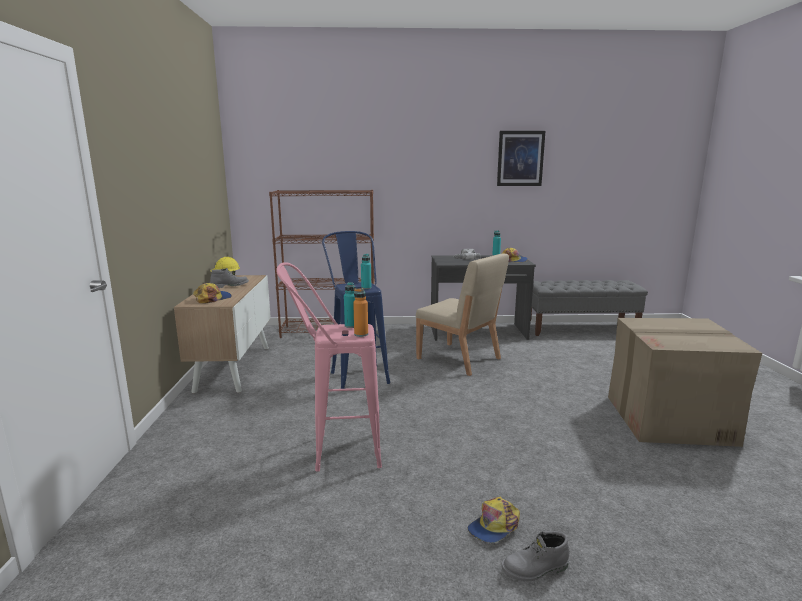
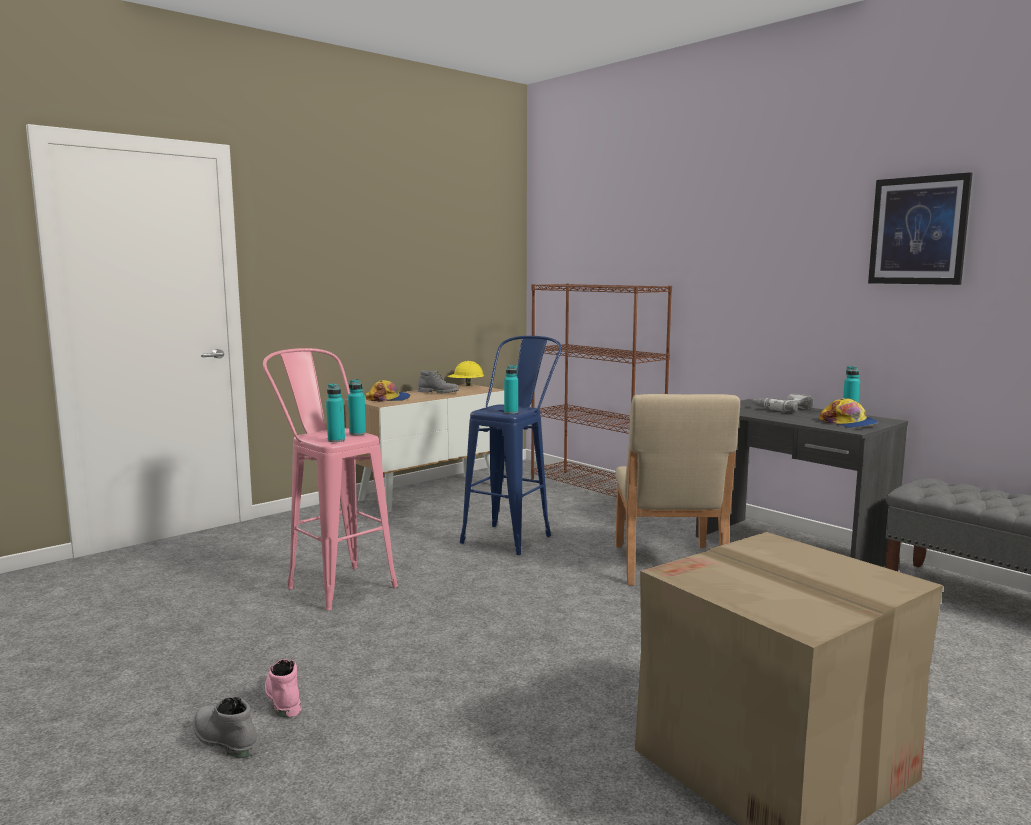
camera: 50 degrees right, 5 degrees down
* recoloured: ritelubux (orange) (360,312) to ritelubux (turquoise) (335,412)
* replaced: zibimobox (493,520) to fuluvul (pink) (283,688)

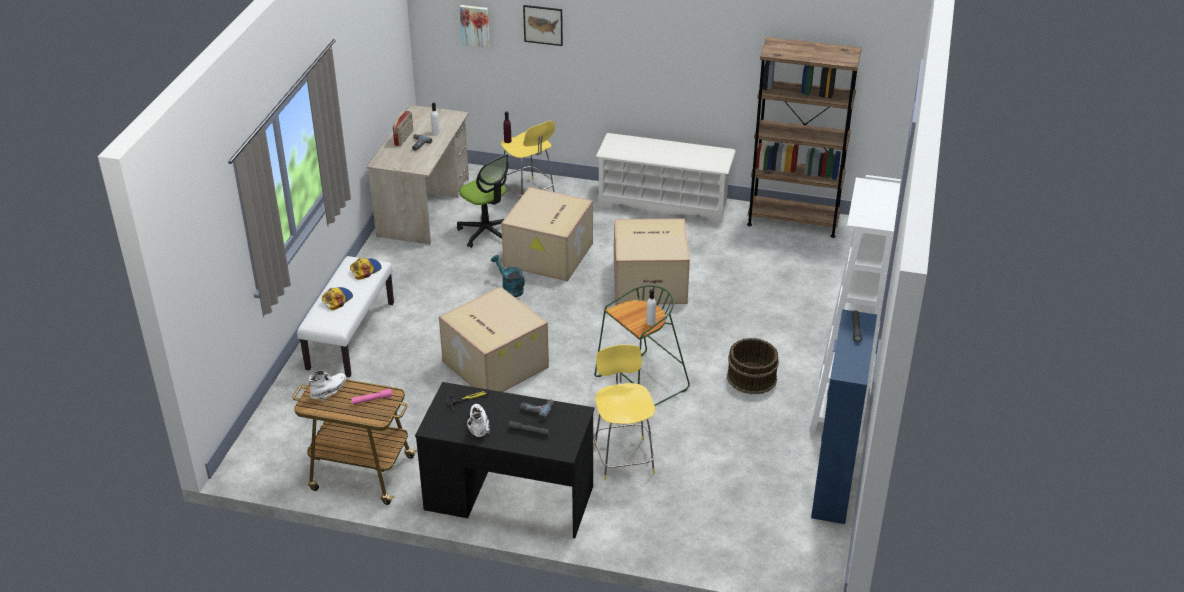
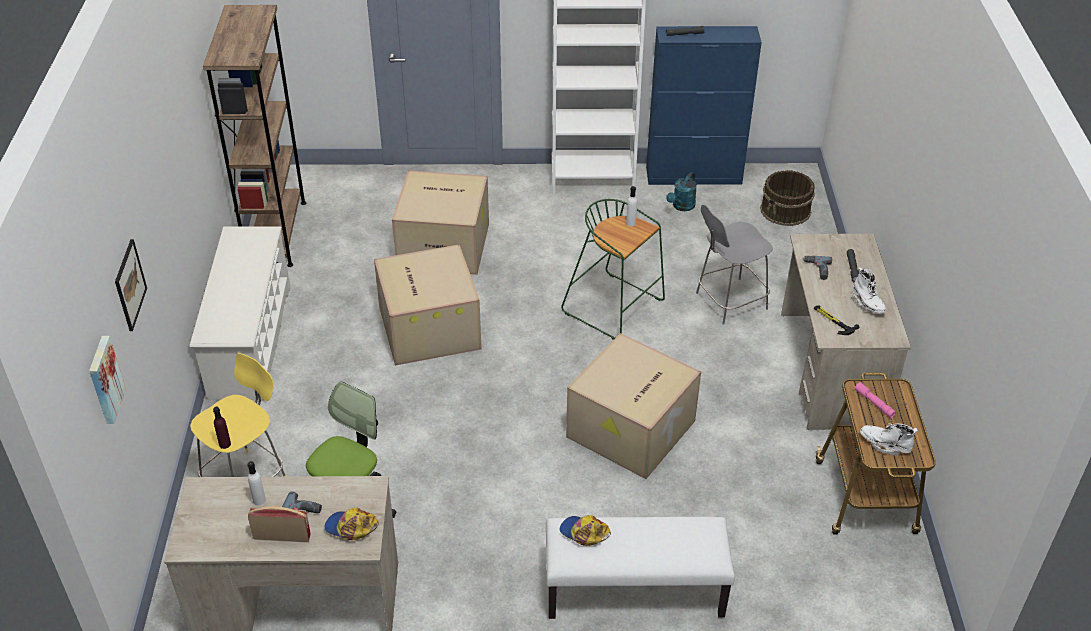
camera: 105 degrees left, 5 degrees up
* moved: zibimobox (337,298) to (351,524)
* recoloured: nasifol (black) (504,460) to nasifol (beige) (846,332)
* turned: fuluvul (white) (478,420) = (869,290) 90 degrees counterclockwise
* moved: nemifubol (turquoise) (508,276) to (681,191)
* moved: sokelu (547,234) to (440,222)
* recoloured: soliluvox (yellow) (624,412) to soliluvox (grey) (734,265)
* moved: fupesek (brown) (753,366) to (787,198)

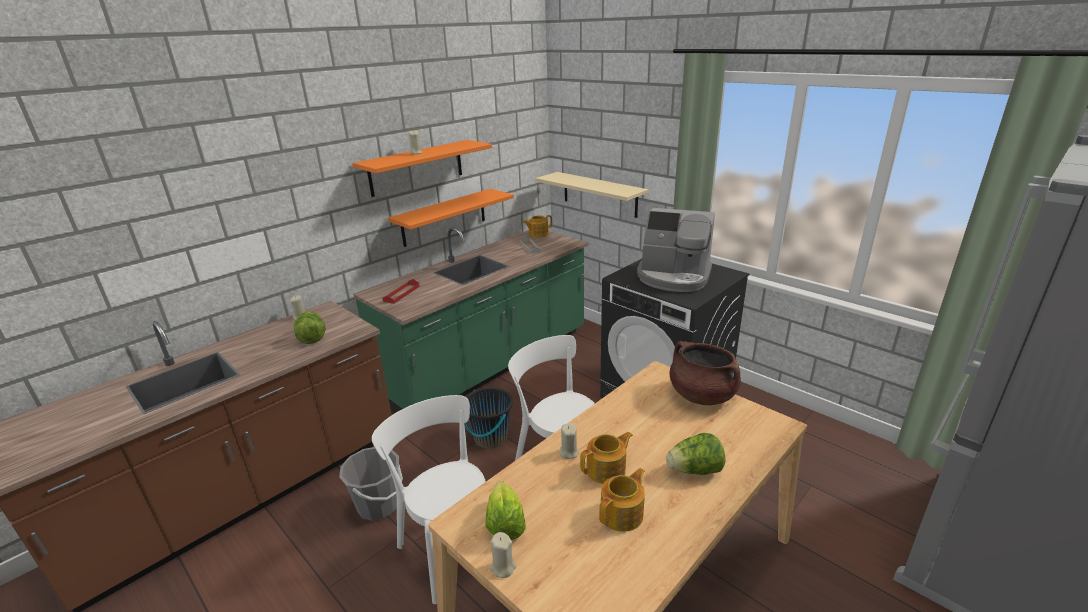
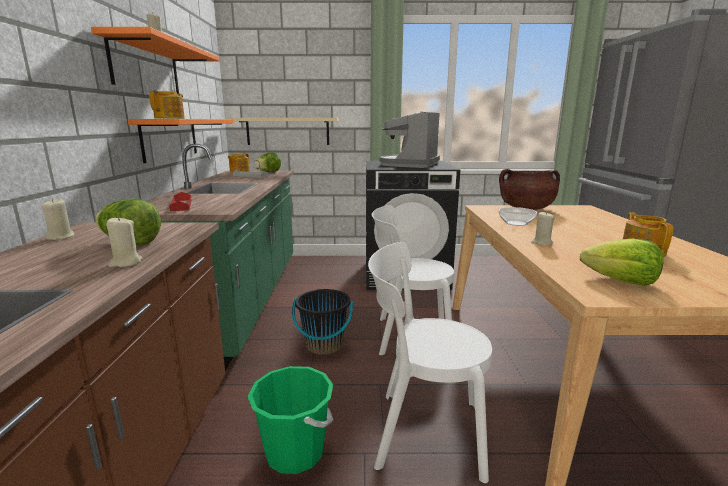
camera: 45 degrees left, 10 degrees down
* recoloured: fupesek (grey) (371,484) to fupesek (green) (290,420)
* moved: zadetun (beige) (503,555) to (124,241)
* moved: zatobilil (606,458) to (167,105)
* turned: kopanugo (676,250) = (410,140) 135 degrees clockwise
* moved: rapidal (696,454) to (267,162)
* added: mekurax (518,216)

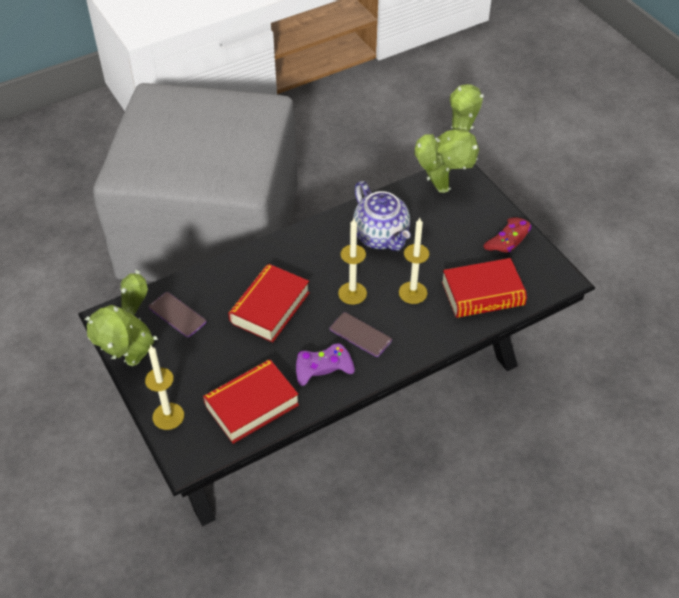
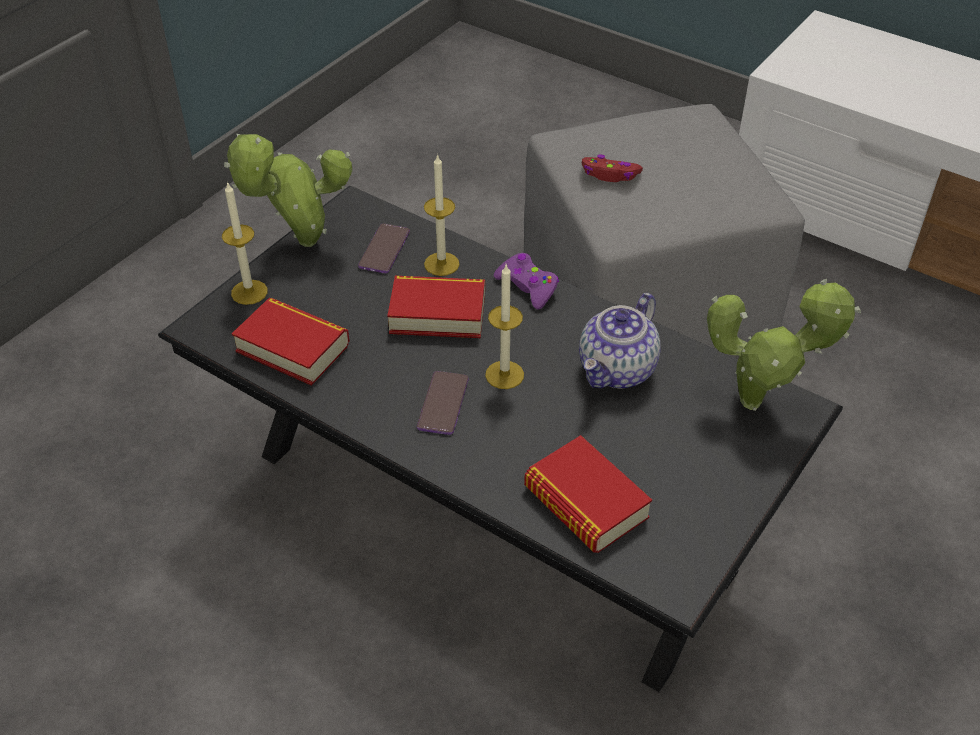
camera: 65 degrees right, 5 degrees down
* moved: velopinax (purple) (325,364) to (526,281)
* moved: zadetun (414,261) to (441,215)
* moved: velopinax (red) (507,235) to (612,168)

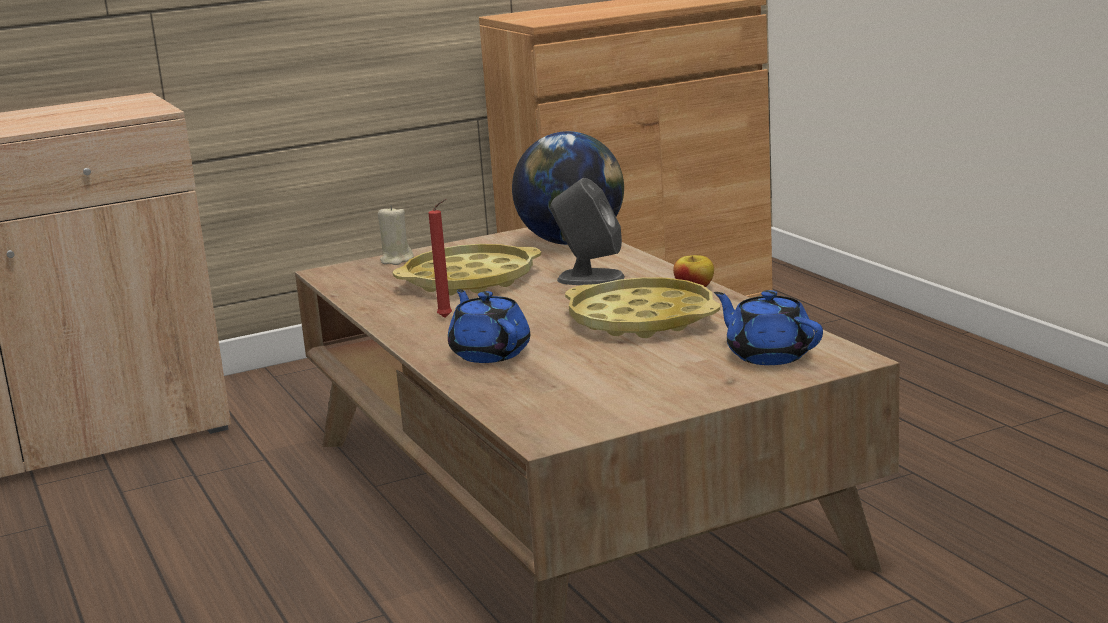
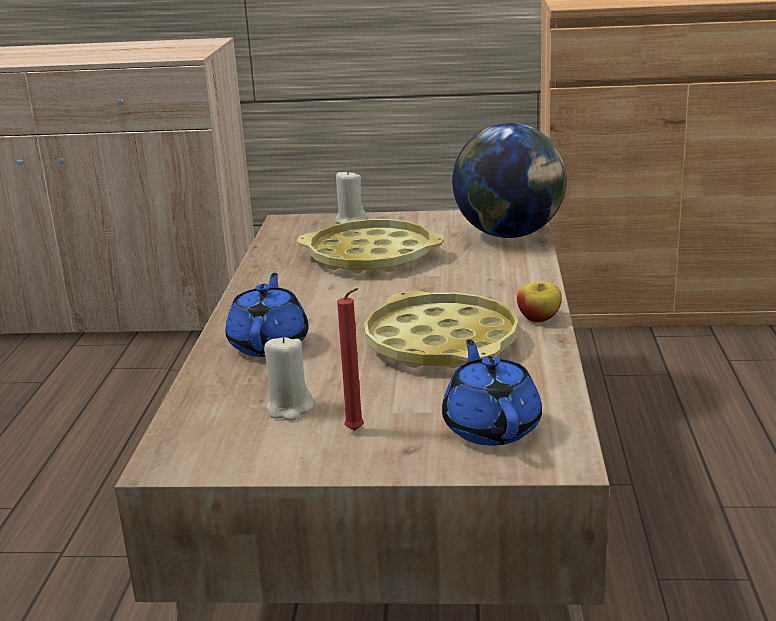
camera: 30 degrees right, 5 degrees up
* moved: zadetun (red) (440,258) to (350,359)
* removed: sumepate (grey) (587,231)
* added: zadetun (beige) (289,378)

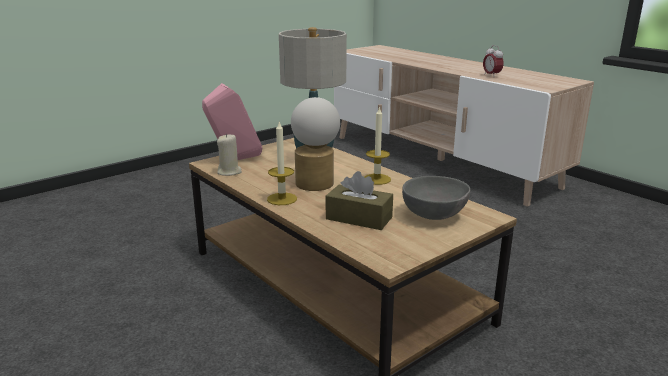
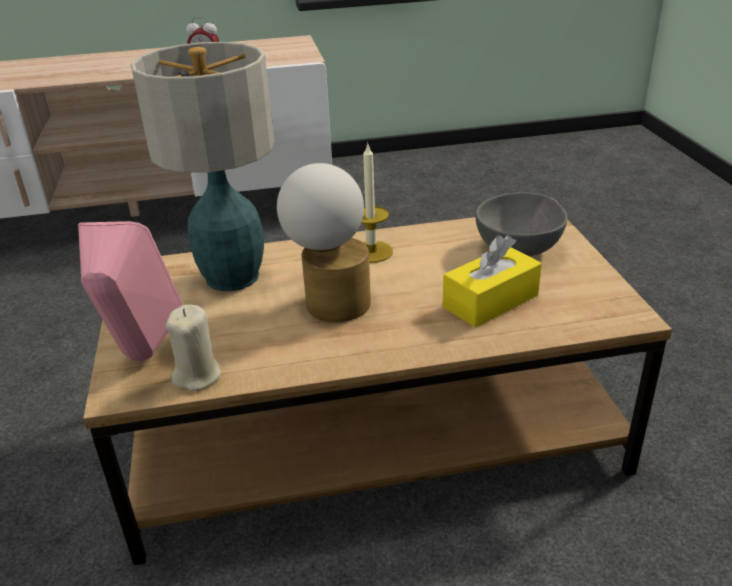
camera: 60 degrees left, 10 degrees up
* removed: zadetun (282,163)
* recoloured: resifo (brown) (359,200) to resifo (yellow) (492,281)

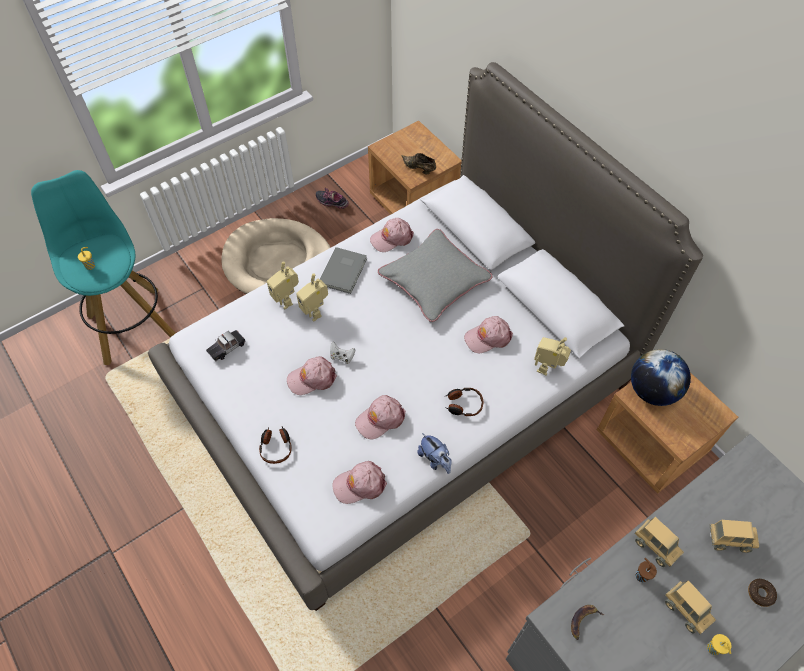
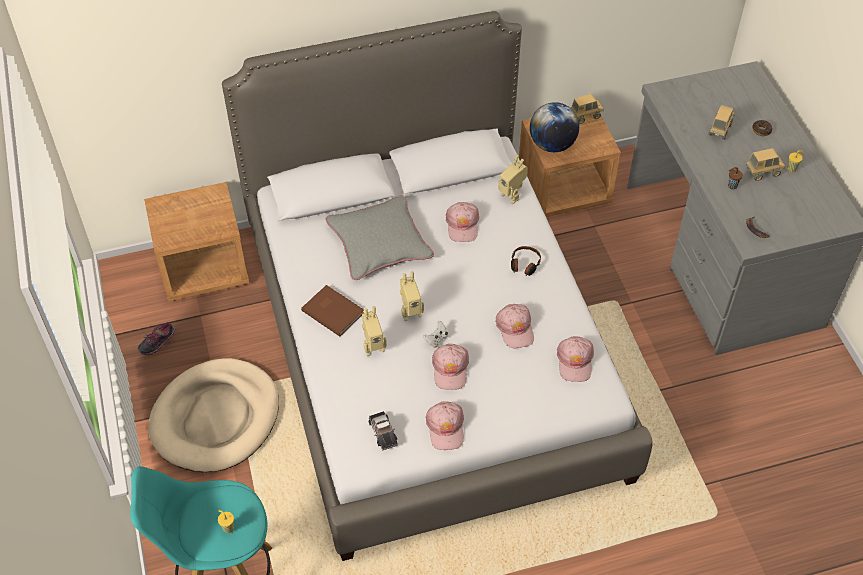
camera: 70 degrees left, 5 degrees down
* removed: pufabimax (275,445)
* moved: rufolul (283,285) to (412,296)
* recoloured: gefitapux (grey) (343,270) to gefitapux (brown) (332,311)
* moved: zibimobox (pink) (392,235) to (444,425)
* removed: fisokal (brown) (418,163)
* removed: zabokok (434,453)
* moved: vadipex (659,542) to (586,109)

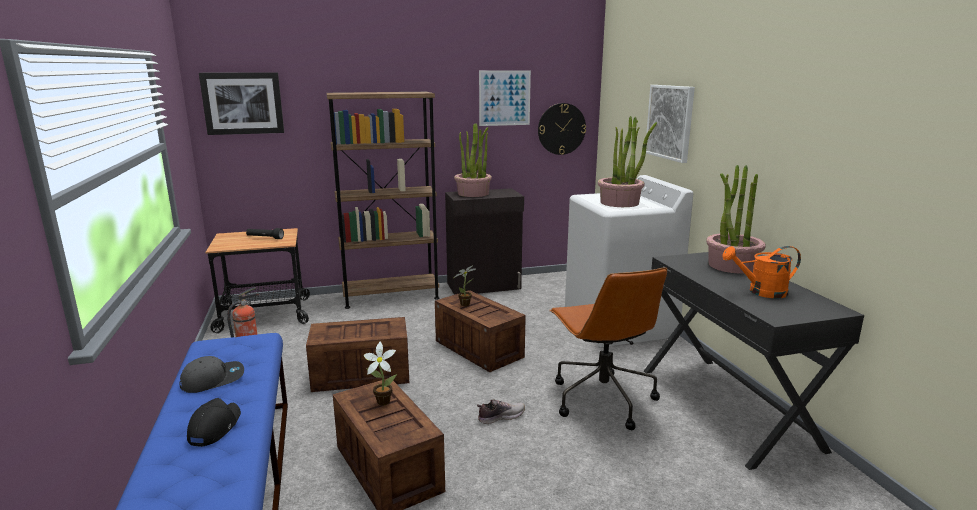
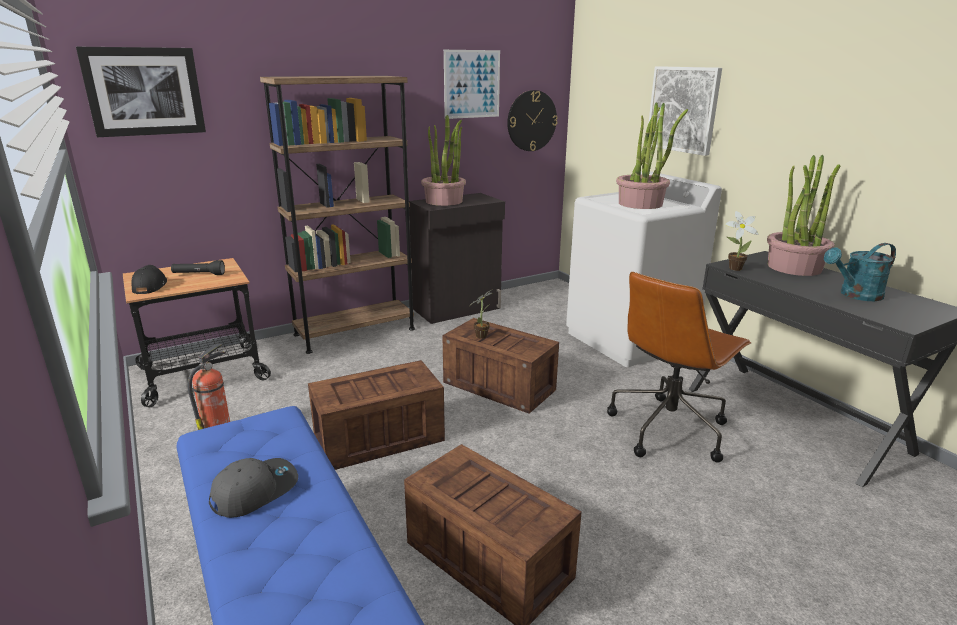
camera: 15 degrees left, 5 degrees up
* moved: zibimobox (black) (214,422) to (149,279)
* moved: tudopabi (380,373) to (742,241)
* removed: fisokal (501,411)
* turned: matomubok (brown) (608,348) = (679,367) 75 degrees clockwise
* recoloured: nemifubol (orange) (761,272) to nemifubol (turquoise) (860,272)

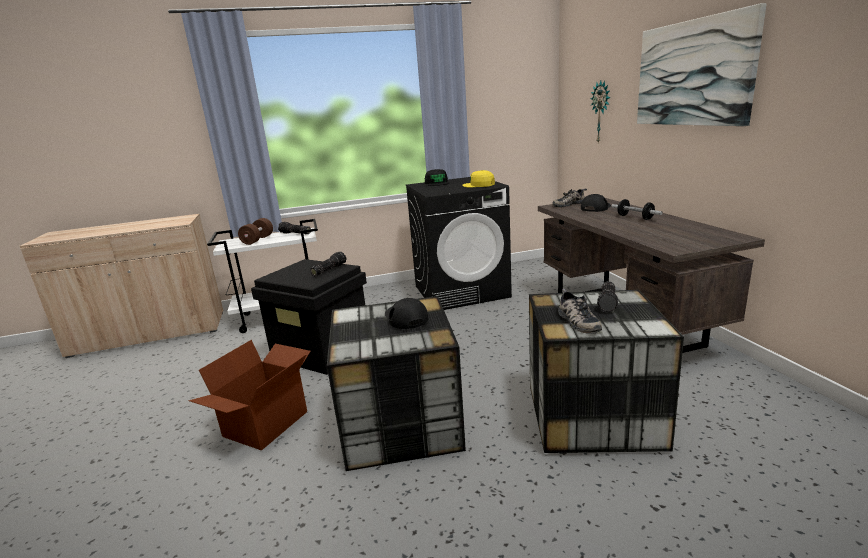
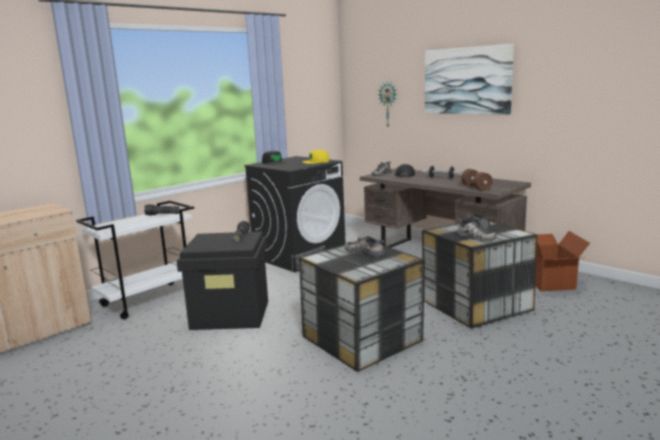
camera: 30 degrees left, 5 degrees down
* moved: sokelu (249,395) to (562,261)
* moved: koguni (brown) (255,231) to (477,180)
* replaced: zibimobox (black) (406,313) to fisokal (364,246)

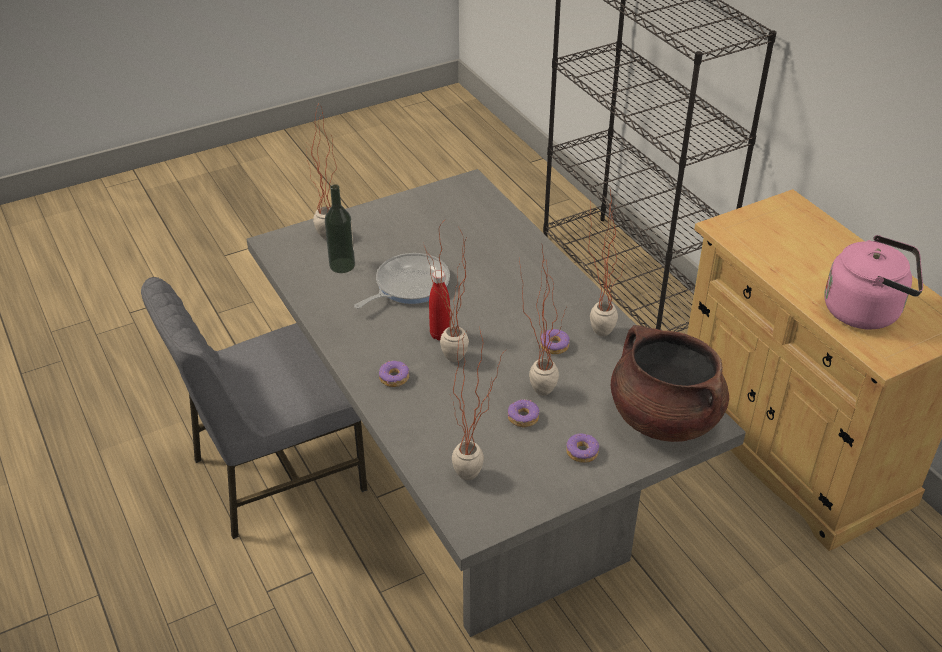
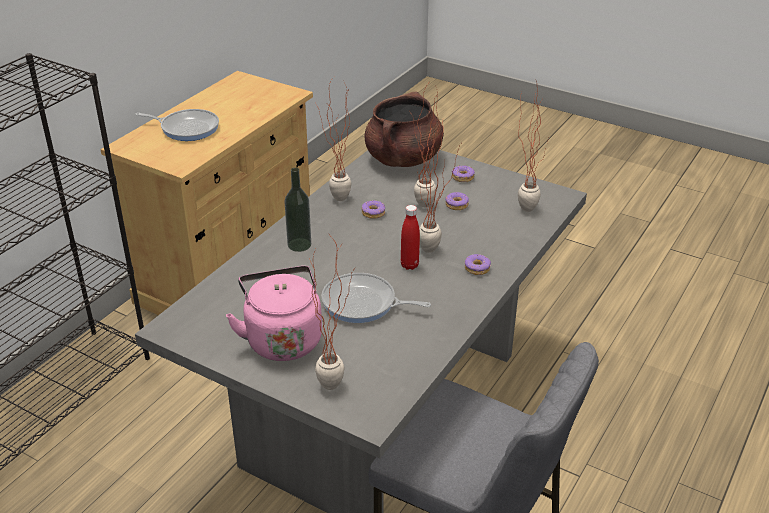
camera: 120 degrees left, 5 degrees down
* moved: ritelubux (340,228) to (297,210)
* moved: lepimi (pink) (873,282) to (274,313)
* added: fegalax (177,125)

